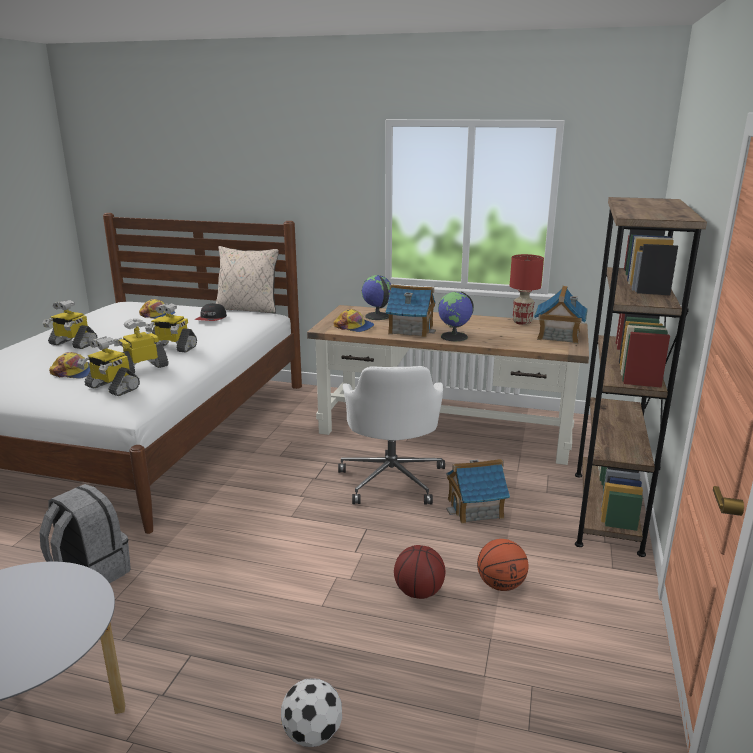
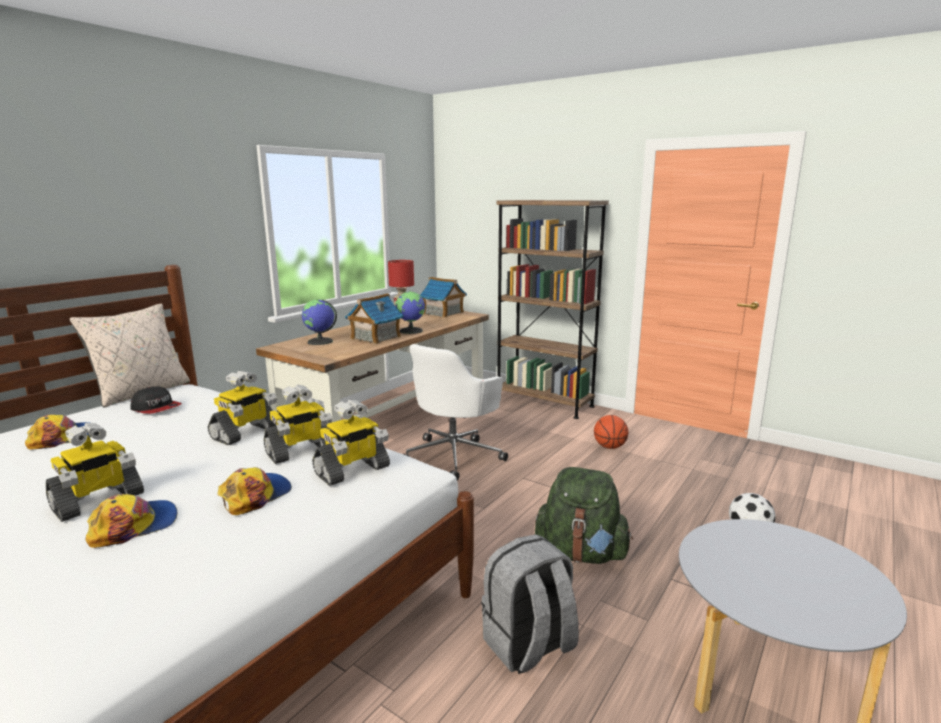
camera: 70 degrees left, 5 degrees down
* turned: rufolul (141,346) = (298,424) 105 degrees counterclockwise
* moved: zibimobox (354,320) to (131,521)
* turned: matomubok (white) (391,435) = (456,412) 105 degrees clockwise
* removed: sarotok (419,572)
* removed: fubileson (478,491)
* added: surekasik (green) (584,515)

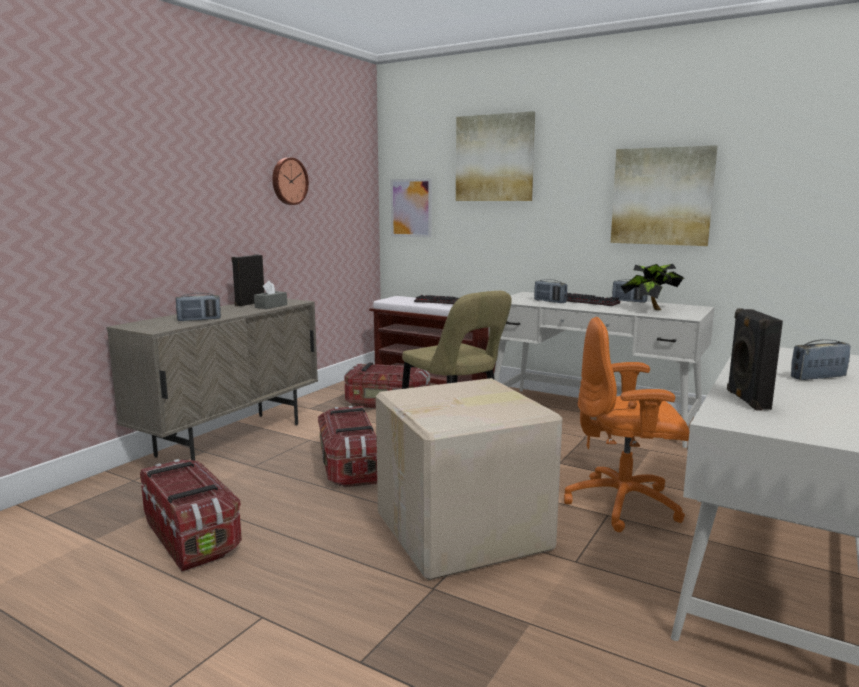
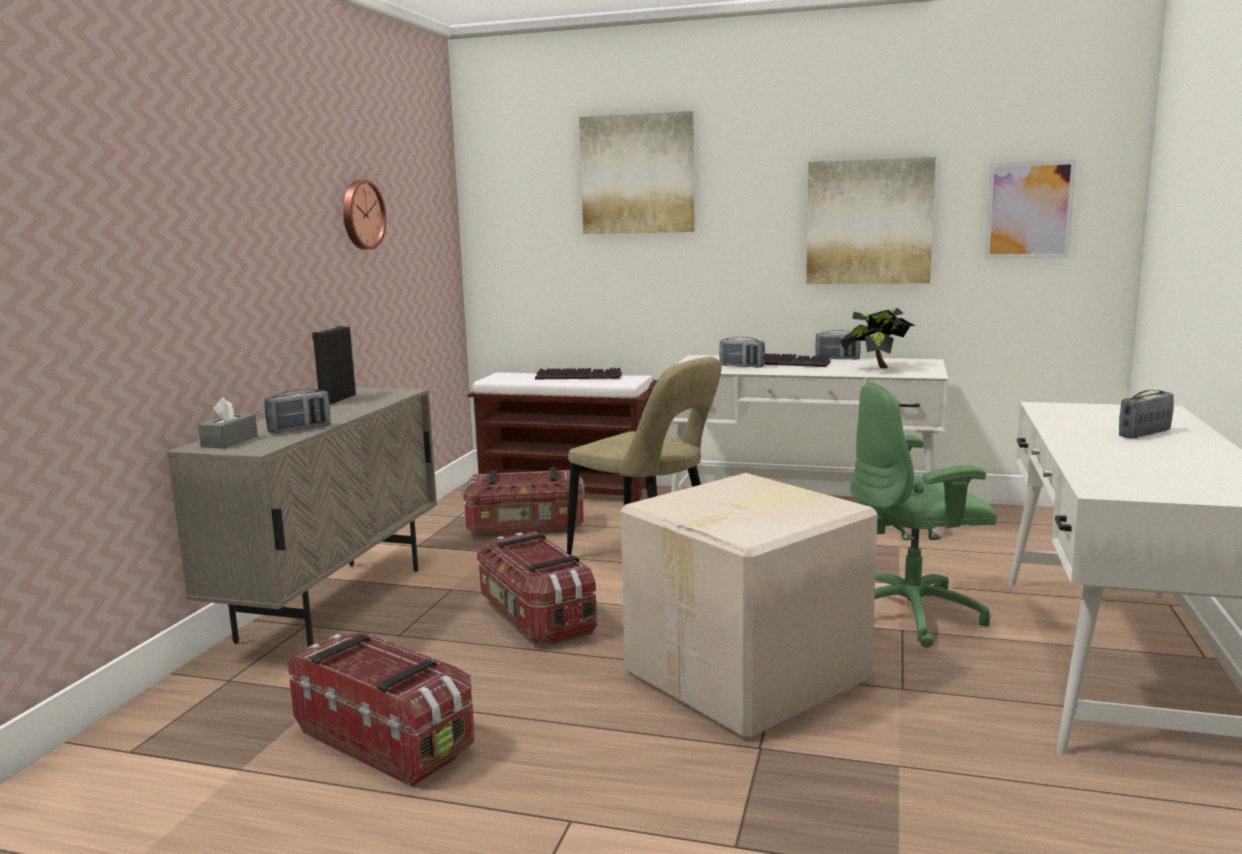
camera: 15 degrees left, 0 degrees up
* moved: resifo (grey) (270,295) to (228,422)
* moved: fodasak (411,208) to (1030,209)
* recoloured: matomubok (orange) (626,424) to matomubok (green) (923,515)
* removed: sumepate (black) (755,359)

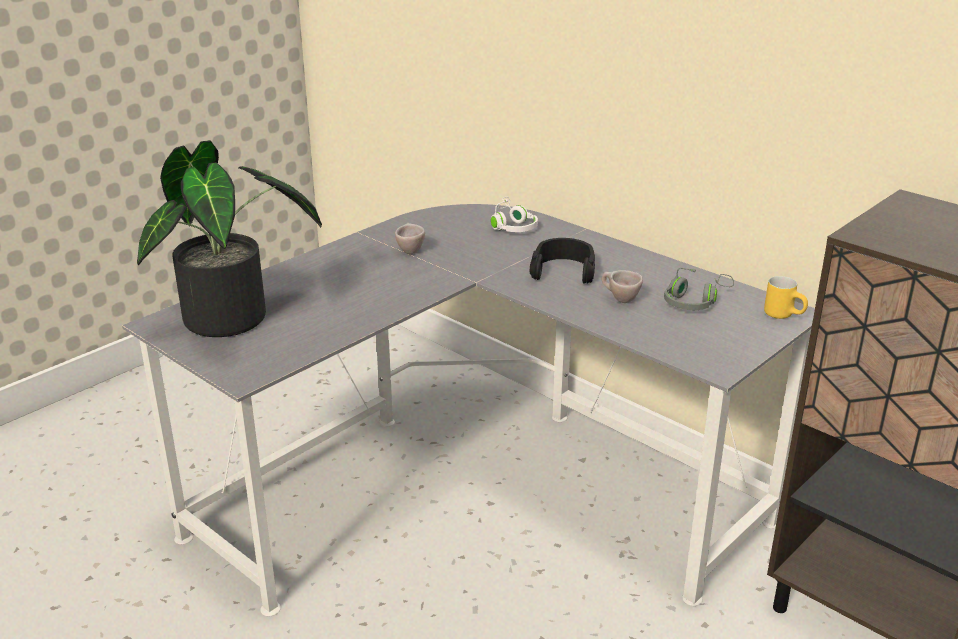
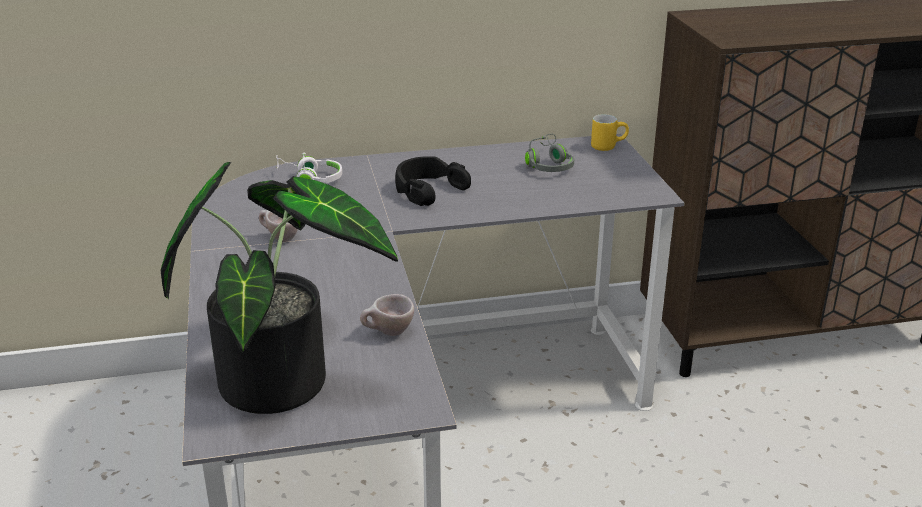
camera: 55 degrees left, 0 degrees up
* moved: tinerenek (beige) (622,286) to (387,315)

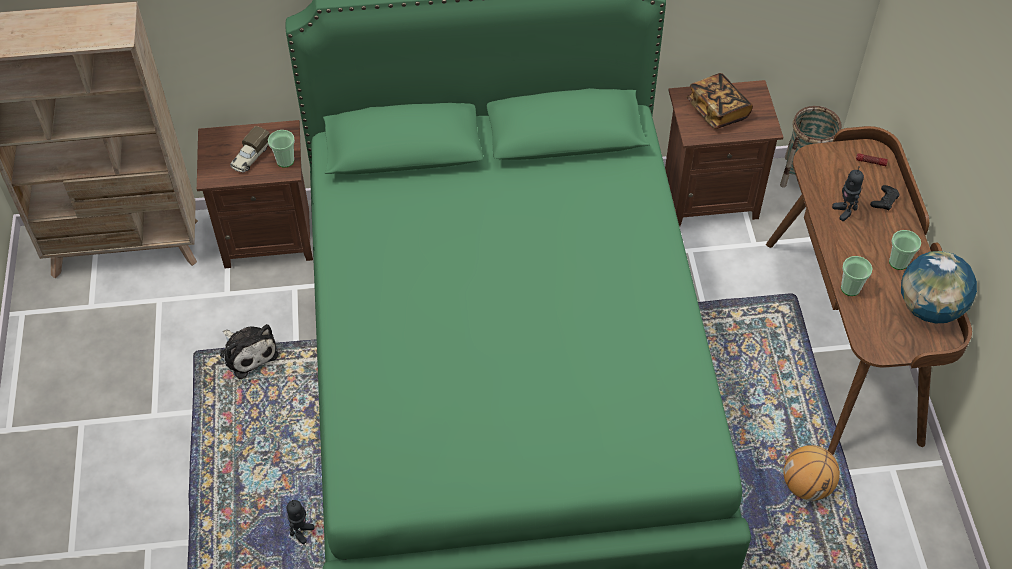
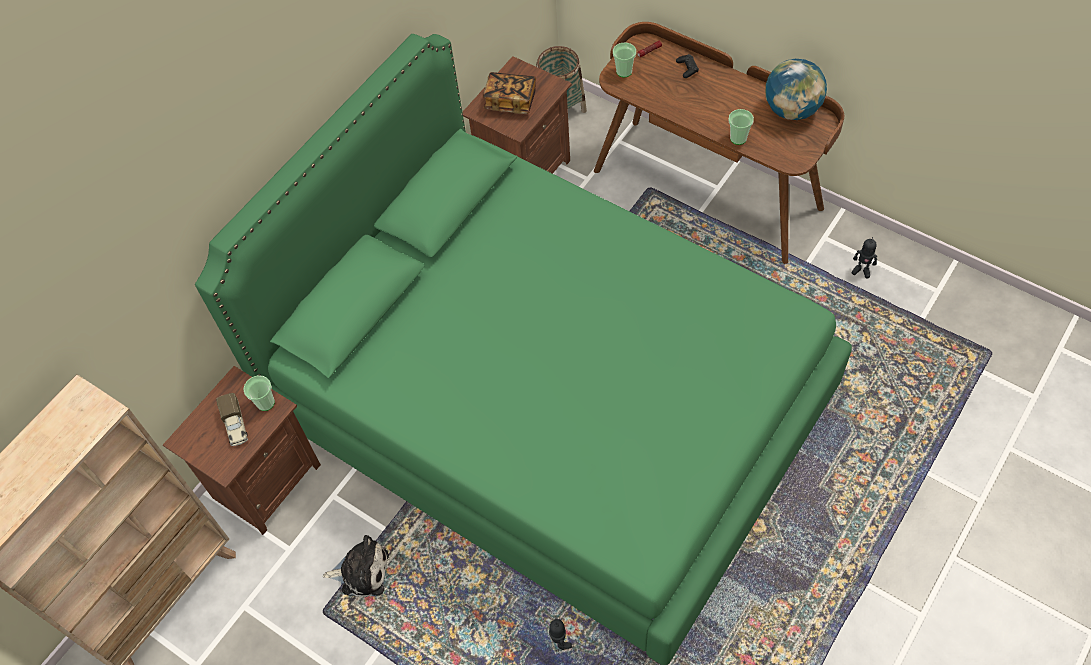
camera: 45 degrees left, 5 degrees up
* removed: sarotok (812,473)
* moved: rufolul (848,193) to (864,257)
* moved: tinerenek (905,250) to (624,60)

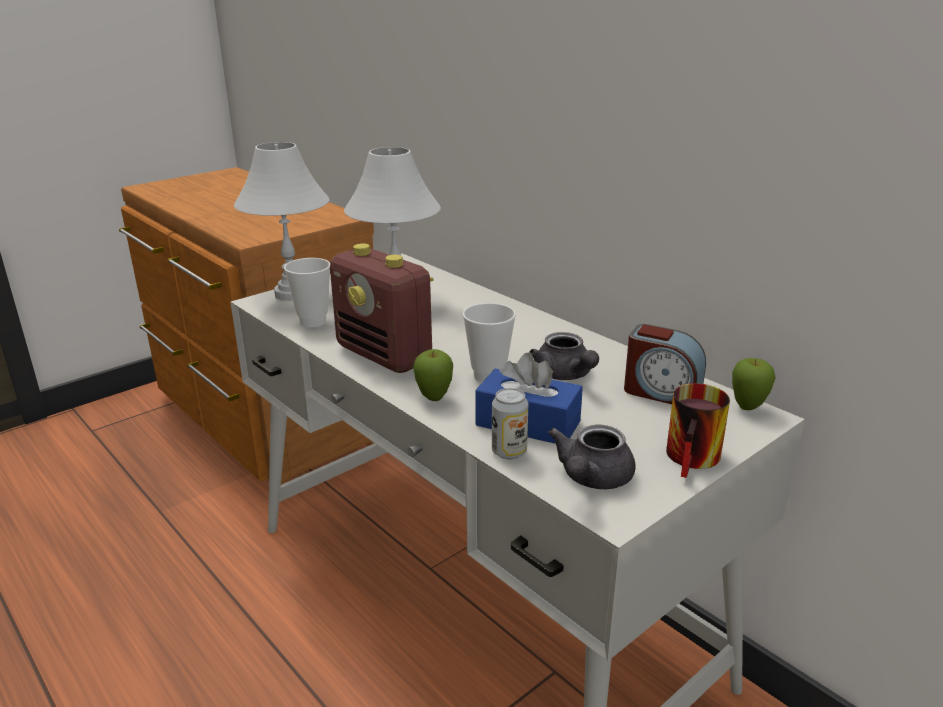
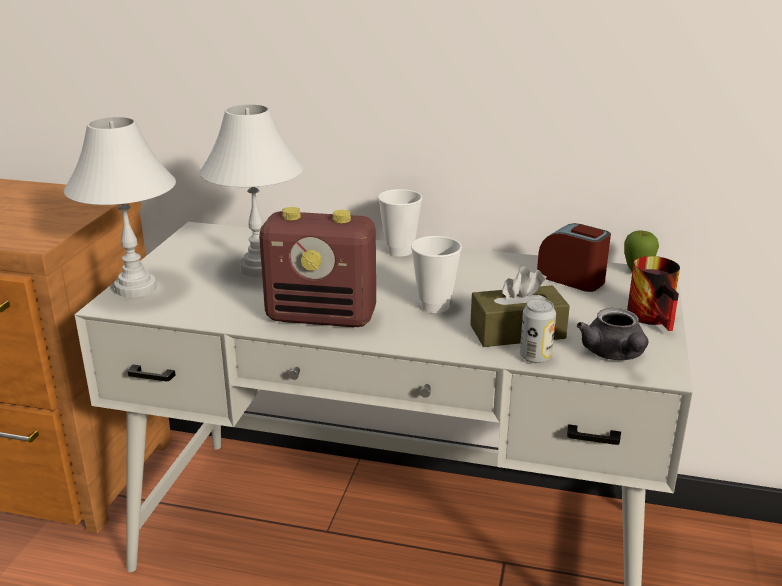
camera: 35 degrees left, 0 degrees up
* moved: tinerenek (307,292) to (400,222)
* removed: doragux (433,375)
* recoloured: resifo (blue) (529,398) to resifo (brown) (520,306)
* removed: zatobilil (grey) (564,356)
* turned: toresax (665,364) = (574,257) 135 degrees counterclockwise

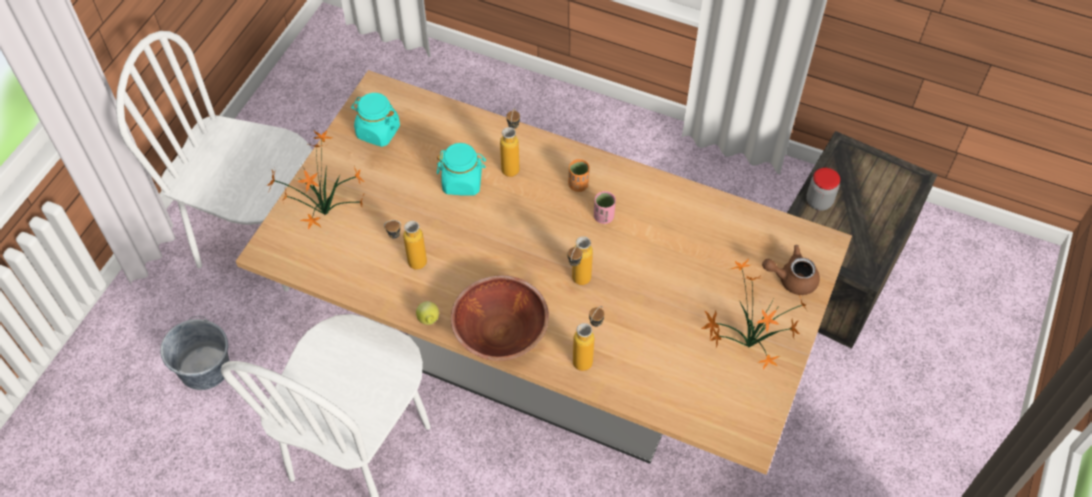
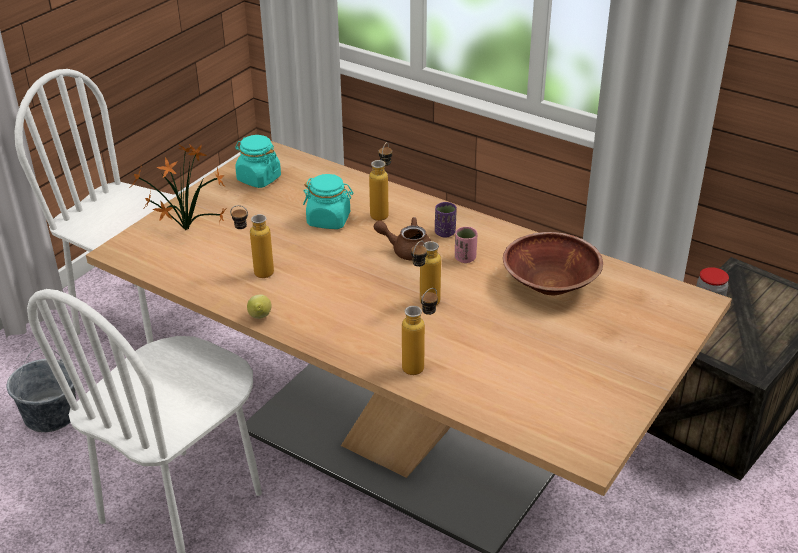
camera: 10 degrees right, 20 degrees down
* moved: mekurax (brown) (500,318) to (553,263)
* recoloured: tinerenek (orange) (579,175) to tinerenek (purple) (446,219)
* removed: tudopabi (755,314)
* moved: zatobilil (brown) (791,270) to (402,239)

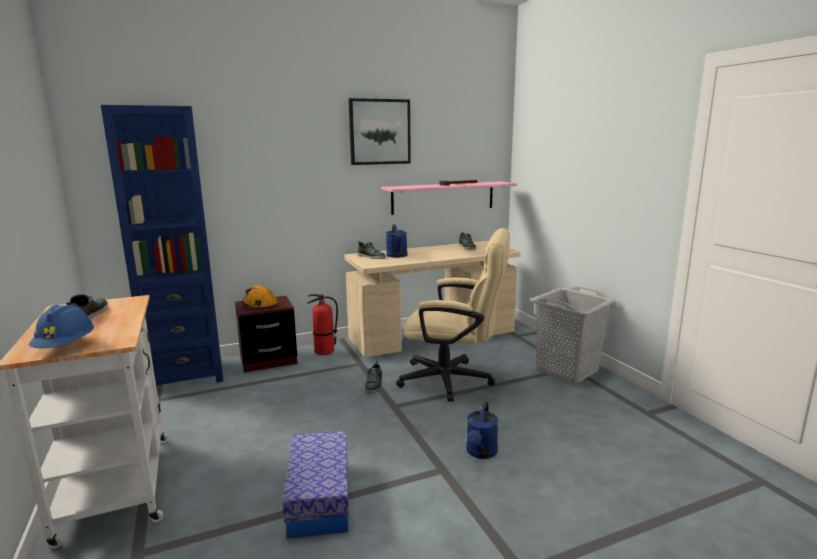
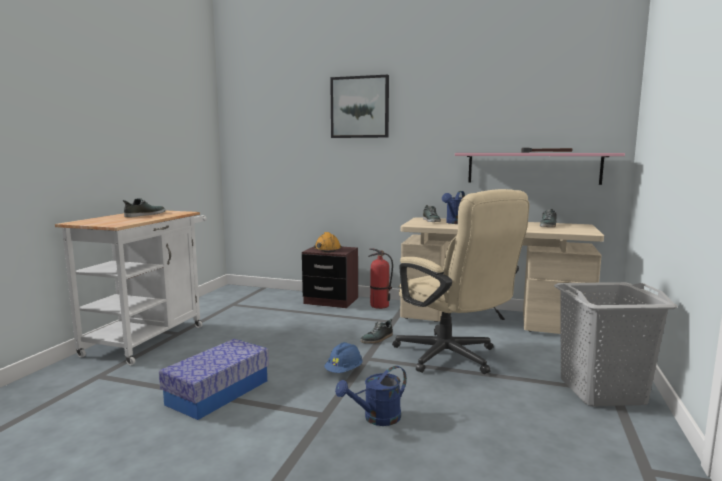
camera: 40 degrees right, 5 degrees down
* moved: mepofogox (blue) (61,326) to (343,357)
* removed: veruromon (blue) (162,245)
* moved: fodasak (379,131) to (359,106)

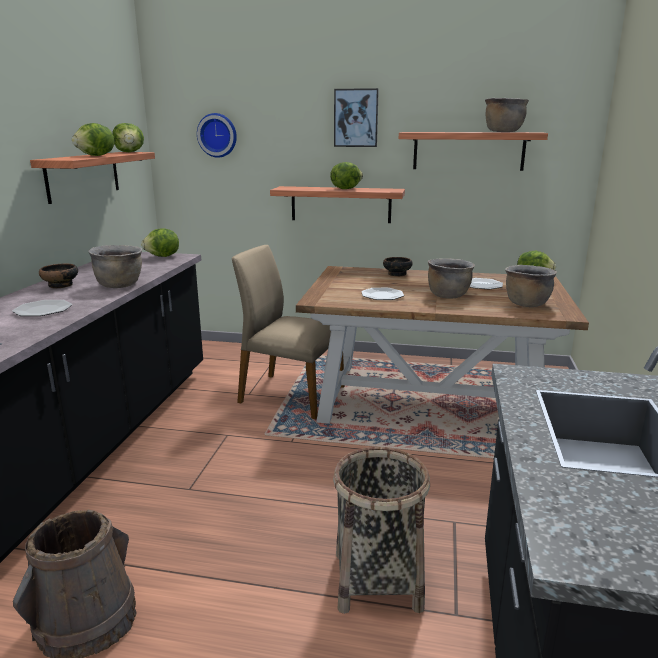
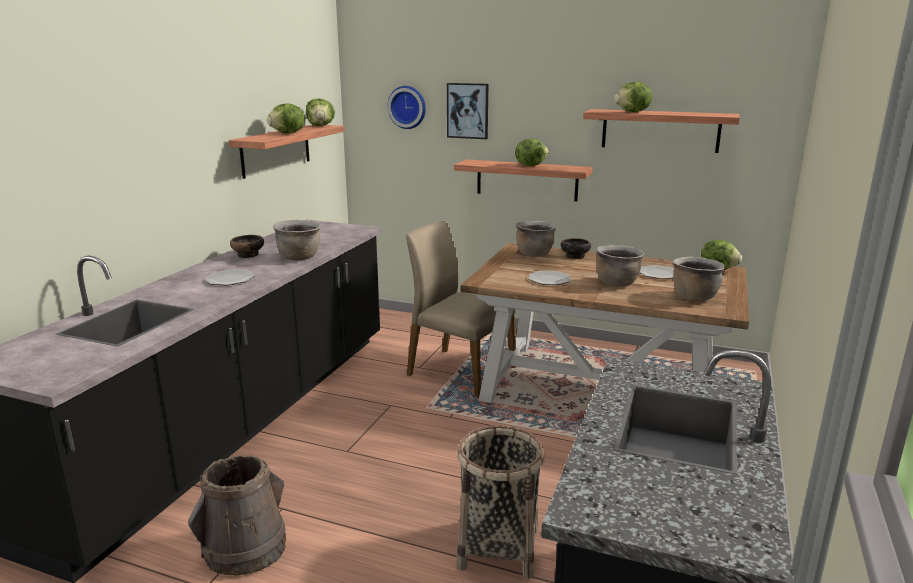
camera: 10 degrees right, 0 degrees up
* moved: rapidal (160,243) to (633,97)
* moved: fodasak (356,117) to (468,111)
* moved: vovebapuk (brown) (507,115) to (536,239)

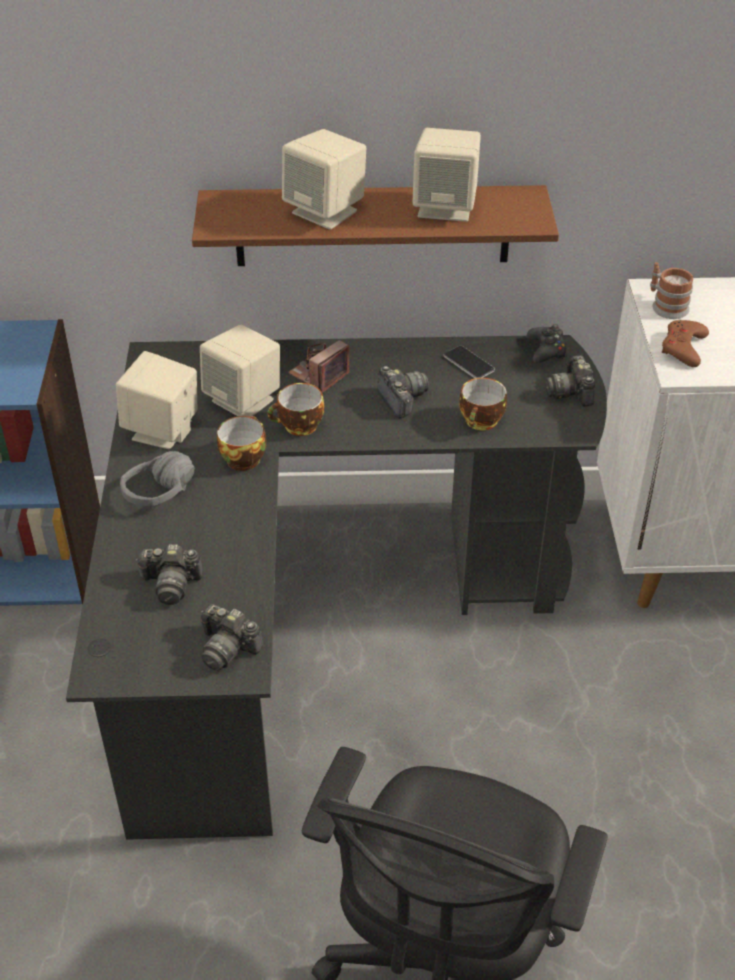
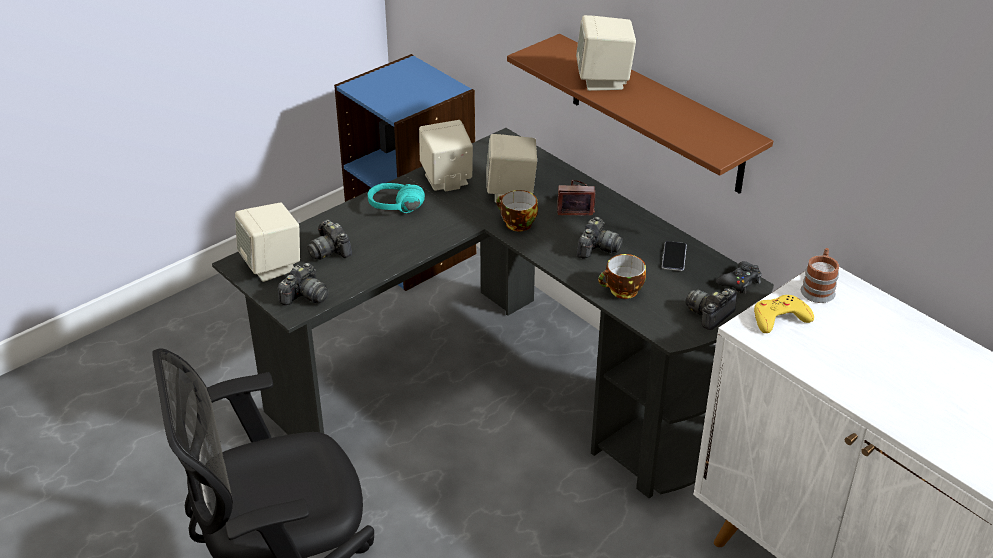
camera: 50 degrees right, 5 degrees down
* recoloured: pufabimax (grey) (157,478) to pufabimax (turquoise) (396,198)
* turned: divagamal (231,637) = (303,284) 135 degrees counterclockwise
* removed: tinerenek (241,443)
* moved: sumepate (beige) (446,175) to (267,242)
* recoloured: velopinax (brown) (685,343) to velopinax (yellow) (784,314)

